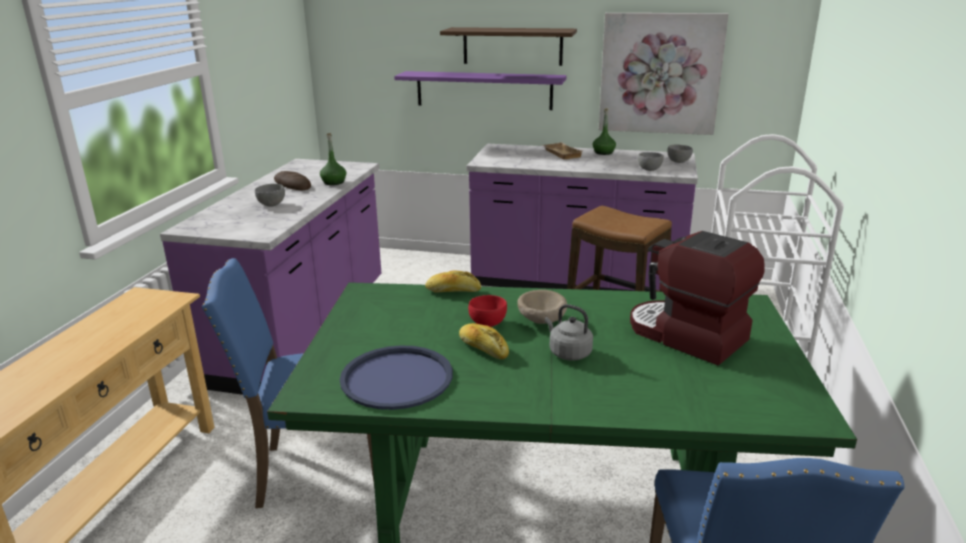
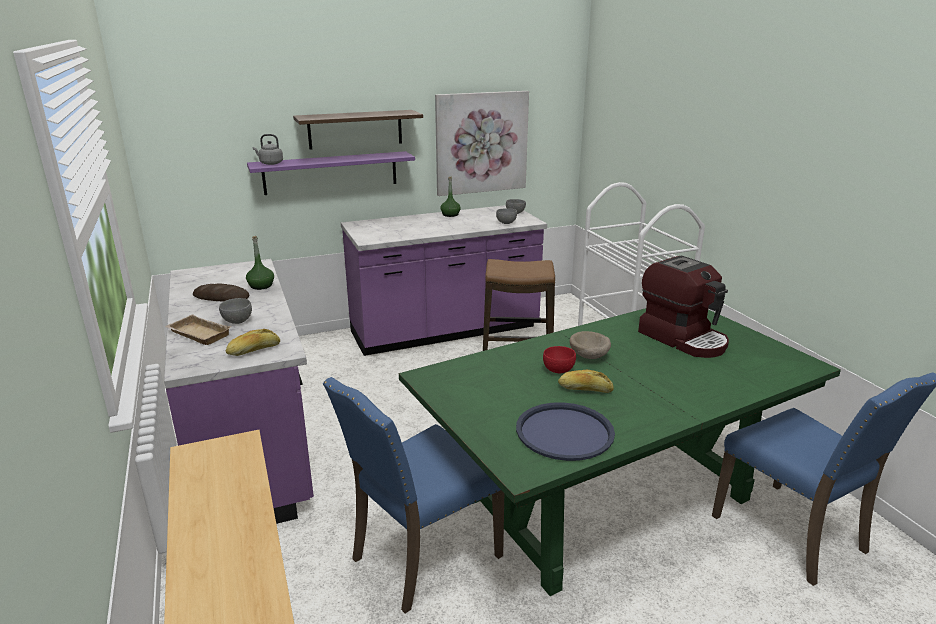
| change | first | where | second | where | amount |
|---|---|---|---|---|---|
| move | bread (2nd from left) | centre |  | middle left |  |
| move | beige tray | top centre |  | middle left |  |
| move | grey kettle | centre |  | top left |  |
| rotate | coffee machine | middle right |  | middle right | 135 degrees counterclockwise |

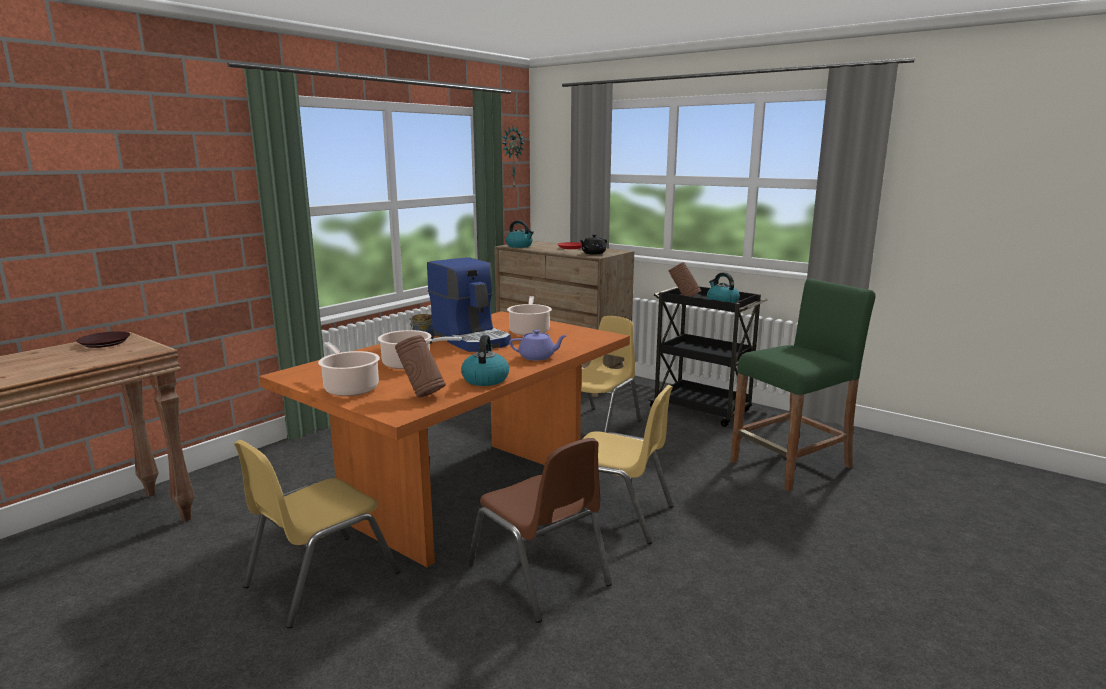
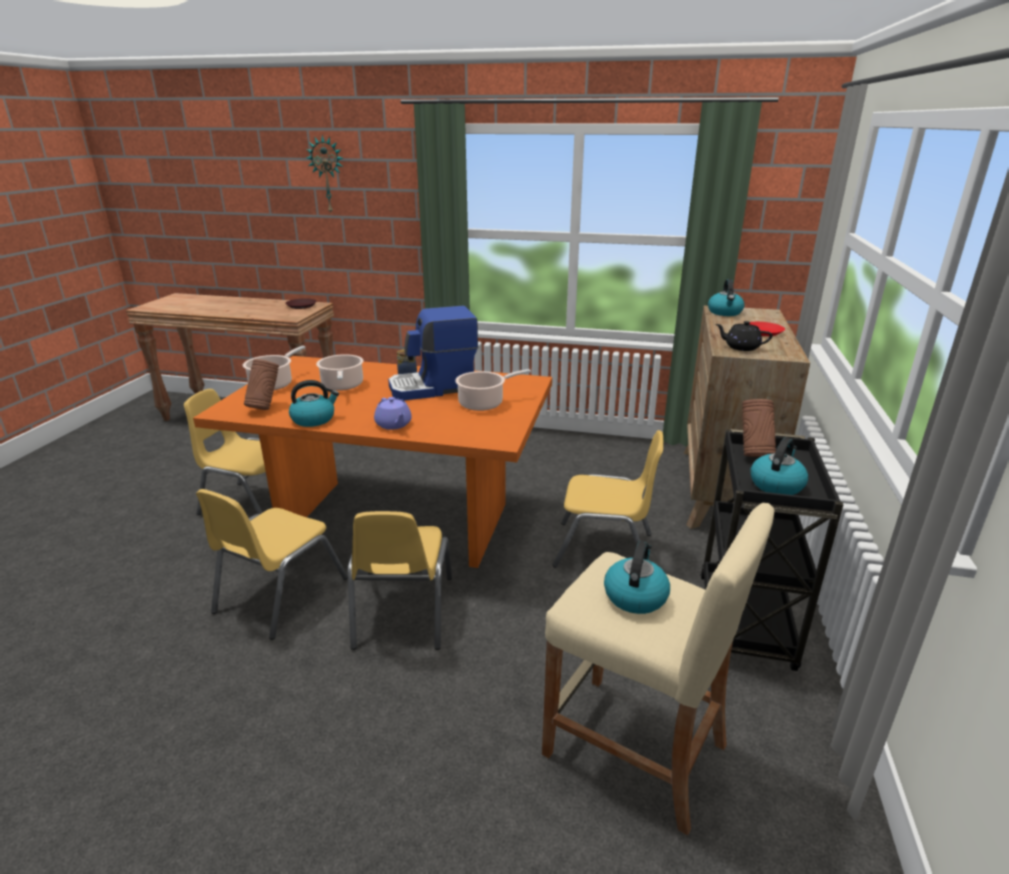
| change | first | where | second | where | amount |
|---|---|---|---|---|---|
| insert |  |  | kettle (2nd from left) | centre |  |
| move | wall clock | top centre |  | top left |  |
| recolor | brown chair | bottom centre | yellow chair (2nd from left) | middle left |  |
| recolor | green stool | middle right | beige stool | bottom centre |  |
| rotate | coffee machine | centre |  | centre | 45 degrees clockwise |

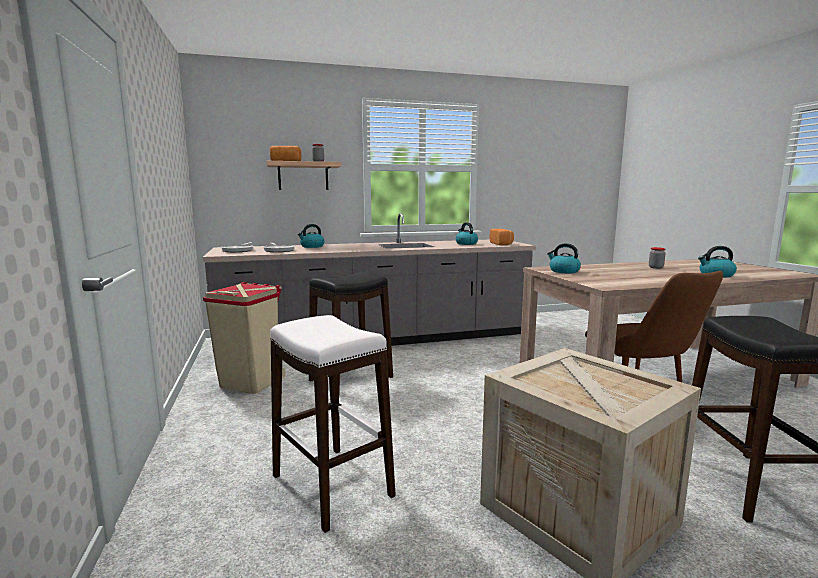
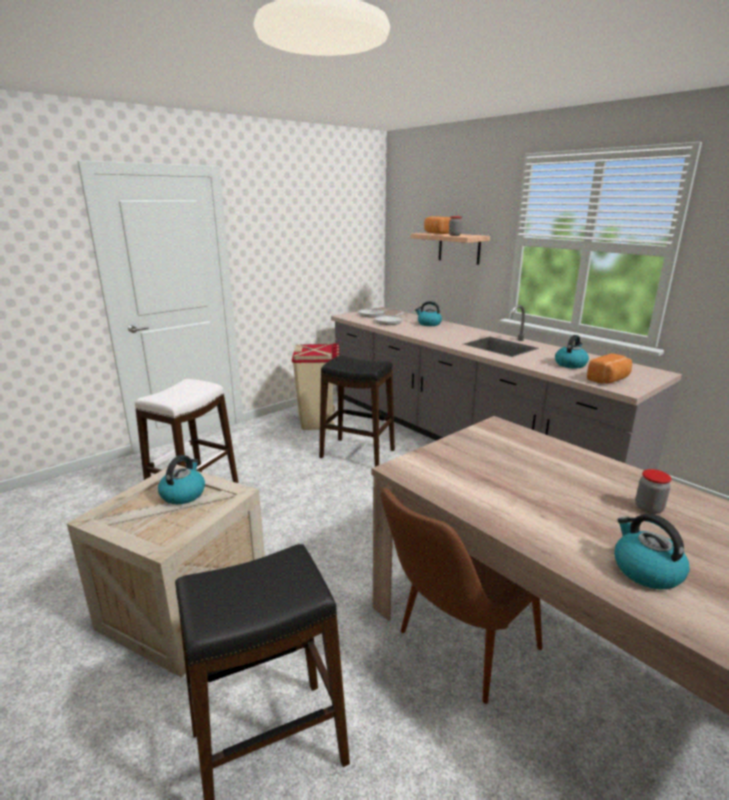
| change | first | where | second | where | amount |
|---|---|---|---|---|---|
| move | kettle (3rd from left in the first image) | middle right | kettle (1st from left) | middle left |  |

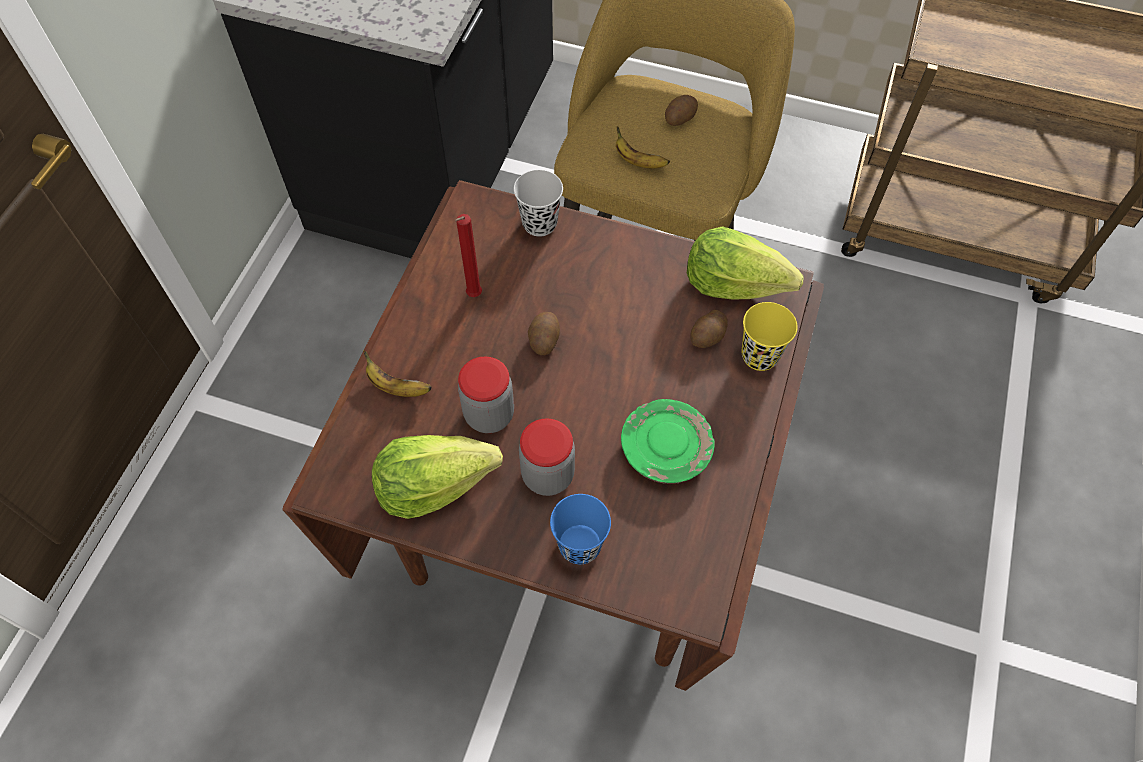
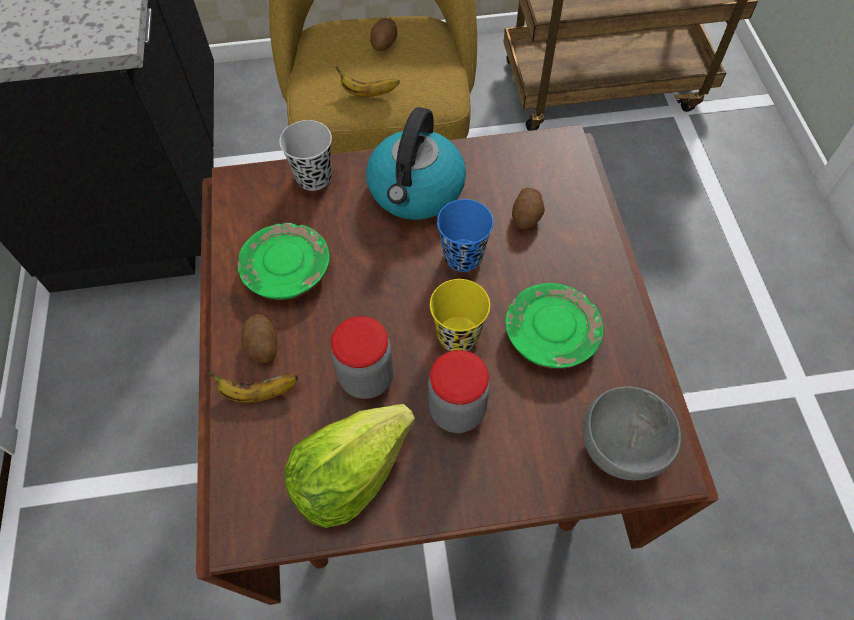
| change | first | where | second | where | amount |
|---|---|---|---|---|---|
| delete | lettuce (2nd from left) | centre |  |  |  |
| insert |  |  | kettle | top centre |  |
| insert |  |  | grey bowl | bottom right |  |
| move | potato (1st from left) | centre |  | middle left |  |
| move | blue cup | bottom centre |  | centre |  |
| move | yellow cup | middle right |  | centre |  |
| replace | red candle | centre | green plate (1st from left) | middle left |  |

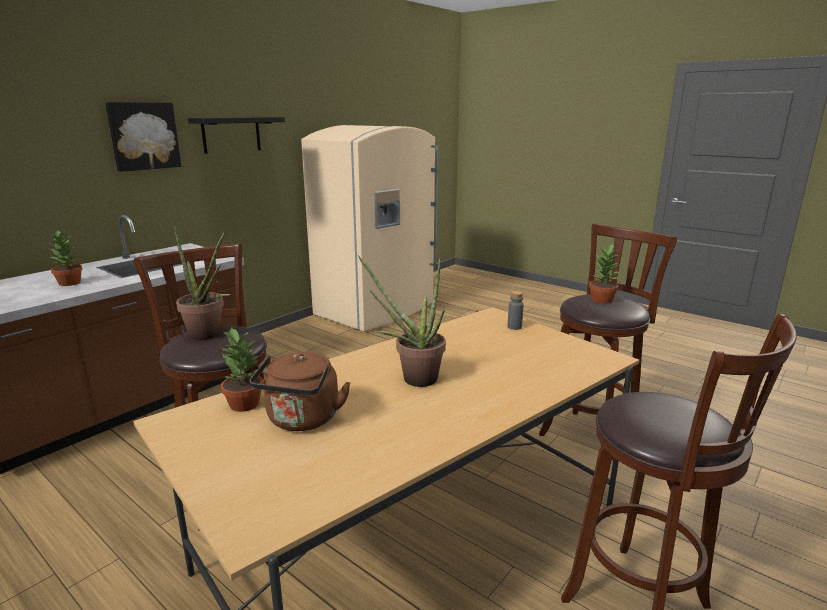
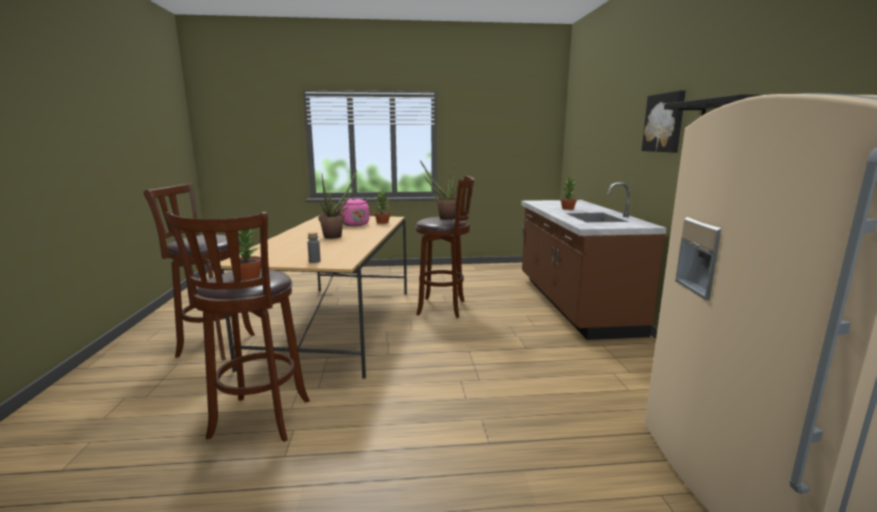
| change | first | where | second | where | amount |
|---|---|---|---|---|---|
| recolor | brown kettle | centre | pink kettle | centre |  |

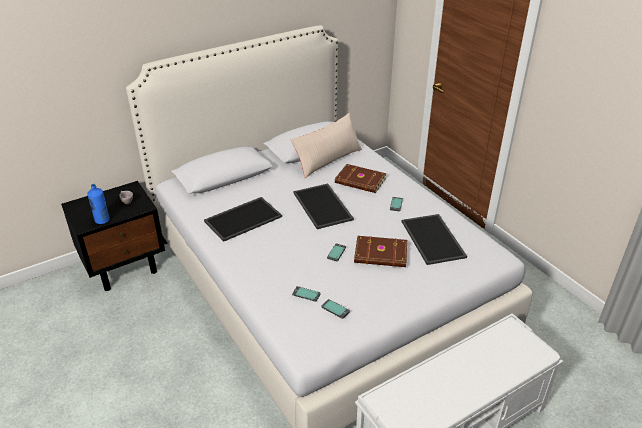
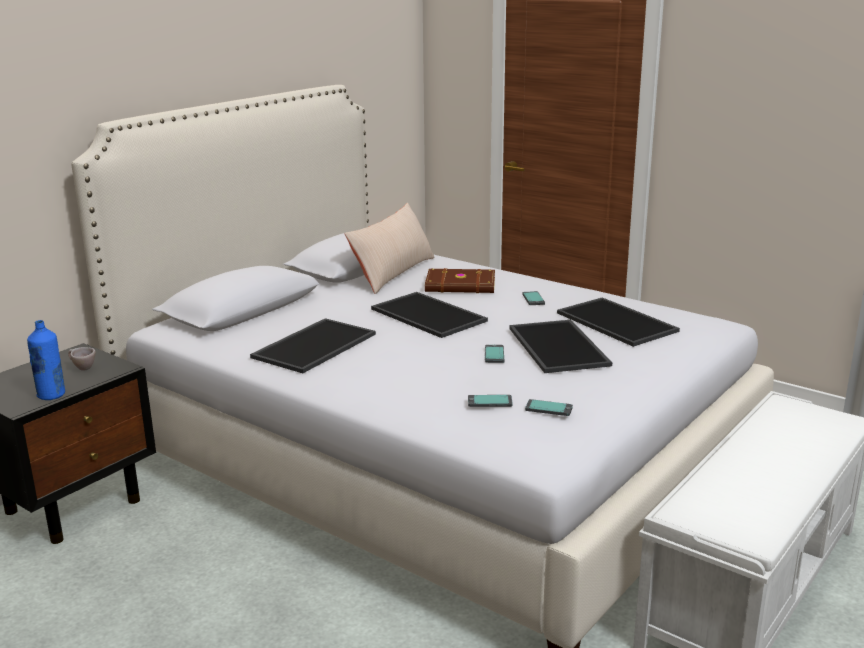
| change | first | where | second | where | amount |
|---|---|---|---|---|---|
| replace | brown book (2nd from left) | centre | tray (3rd from left) | centre |  |

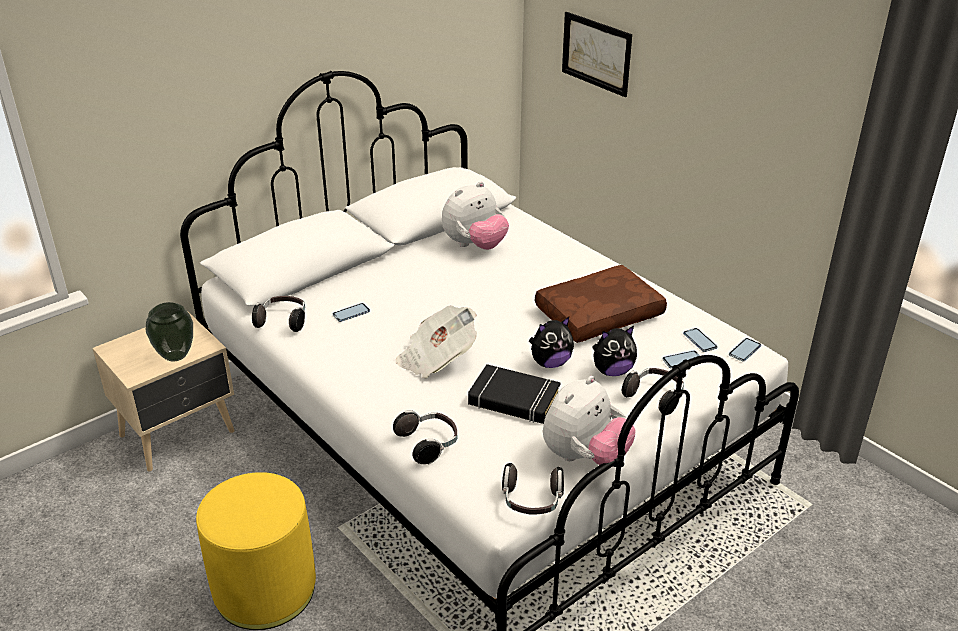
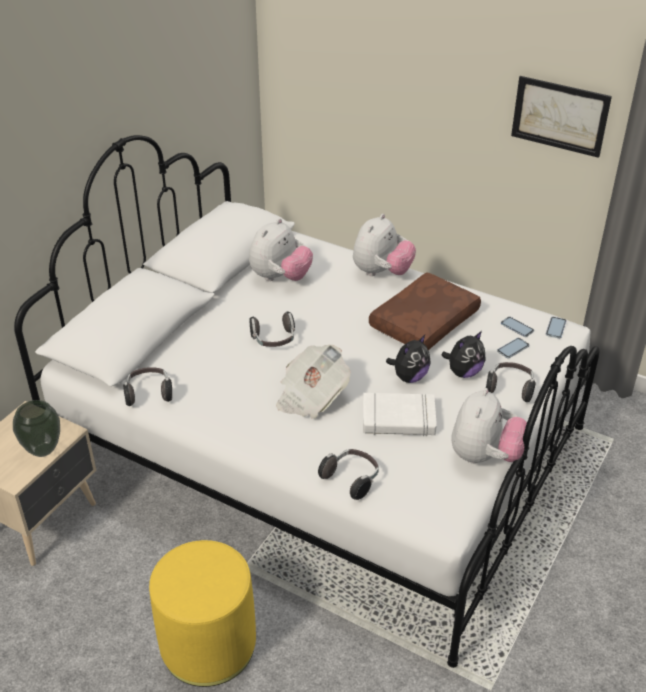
| change | first | where | second | where | amount |
|---|---|---|---|---|---|
| delete | phone (1st from left) | centre |  |  |  |
| insert |  |  | plush toy (2nd from left) | centre |  |
| move | headphones (3rd from left in the first image) | bottom centre | headphones (2nd from left) | centre |  |
| move | picture | top centre |  | top right |  |
| recolor | black book | centre | white book | centre |  |

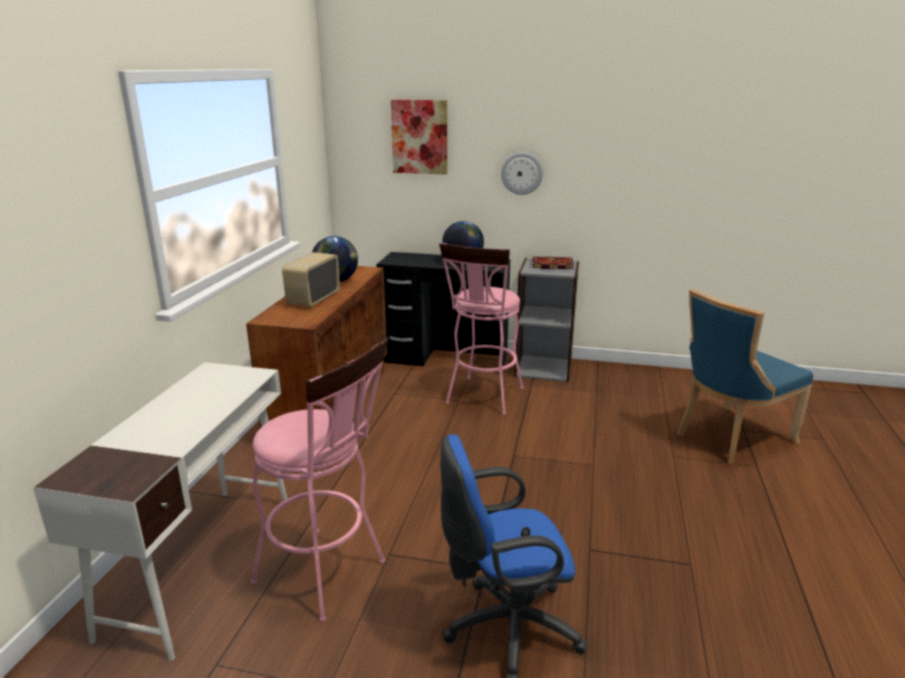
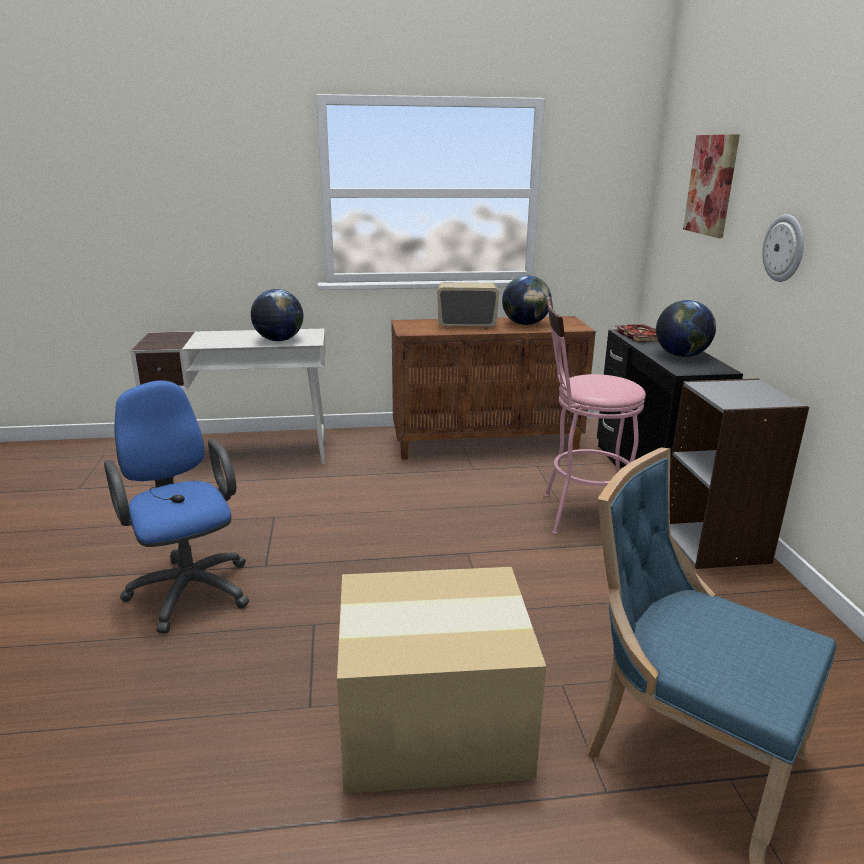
| change | first | where | second | where | amount |
|---|---|---|---|---|---|
| delete | pink stool (1st from left) | bottom centre |  |  |  |
| insert |  |  | globe (1st from left) | middle left |  |
| insert |  |  | cardboard box | bottom centre |  |
| move | book | centre |  | middle right |  |

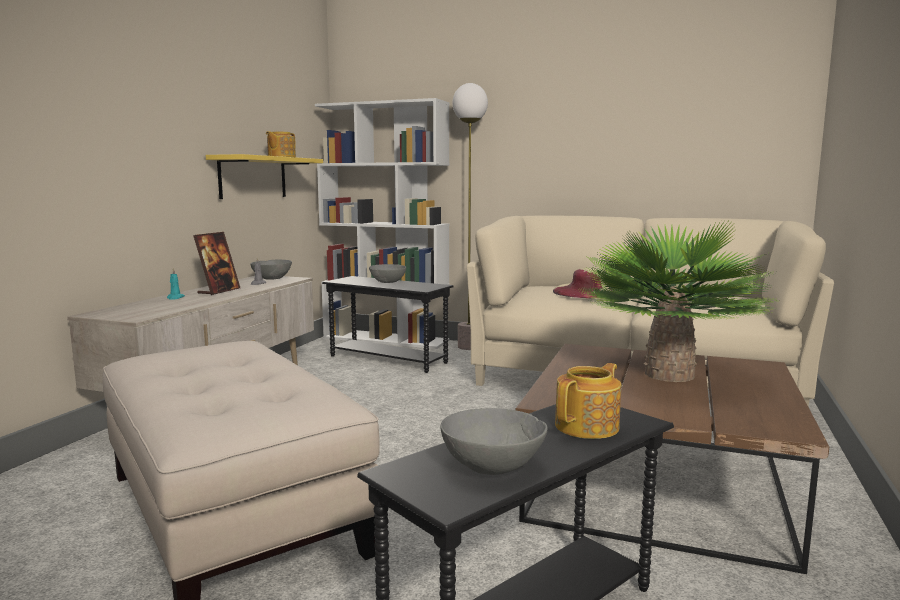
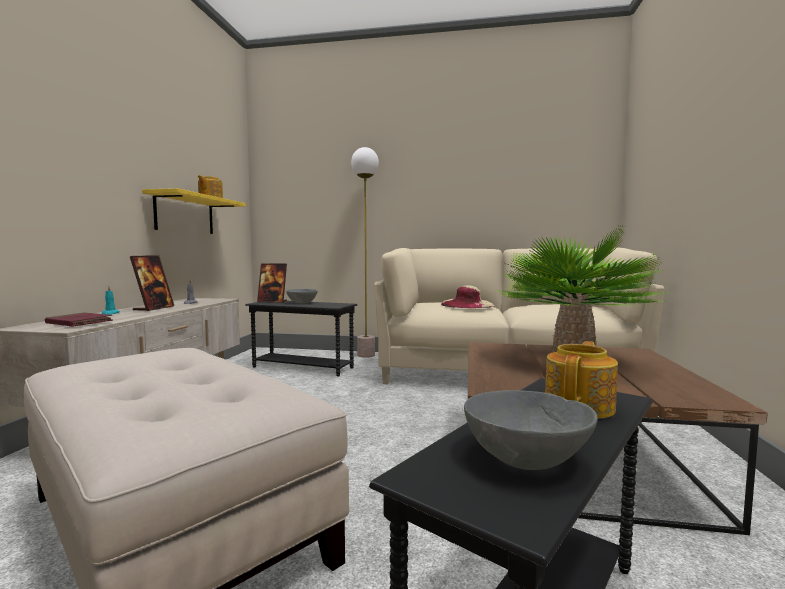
| change | first | where | second | where | amount |
|---|---|---|---|---|---|
| delete | grey bowl (1st from left) | middle left |  |  |  |
| delete | white bookcase | centre |  |  |  |
| insert |  |  | red book | middle left |  |
| insert |  |  | picture frame (2nd from left) | centre |  |

